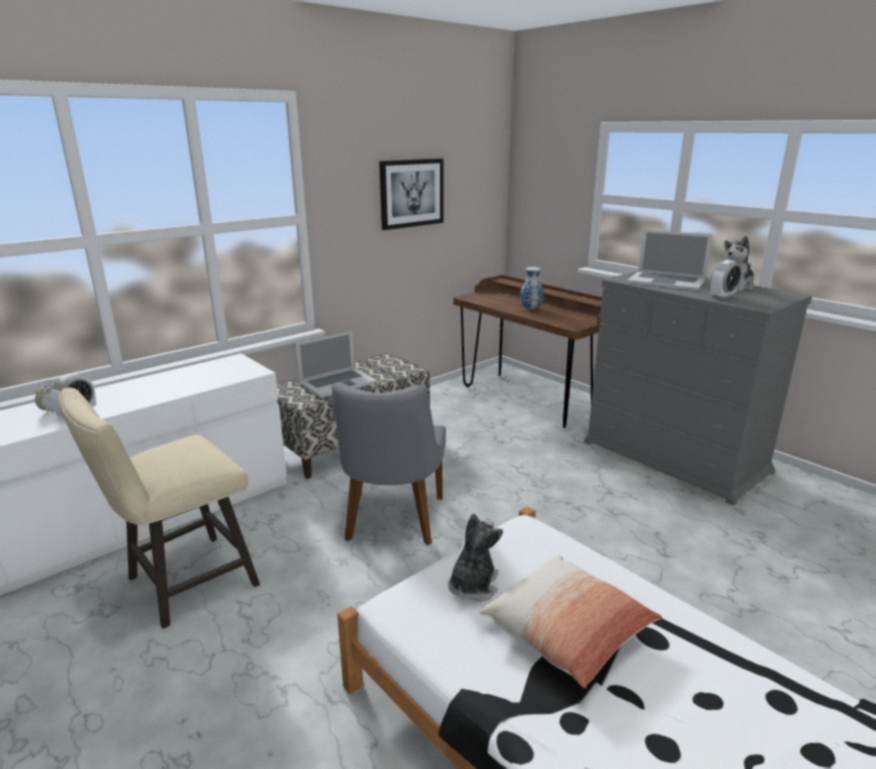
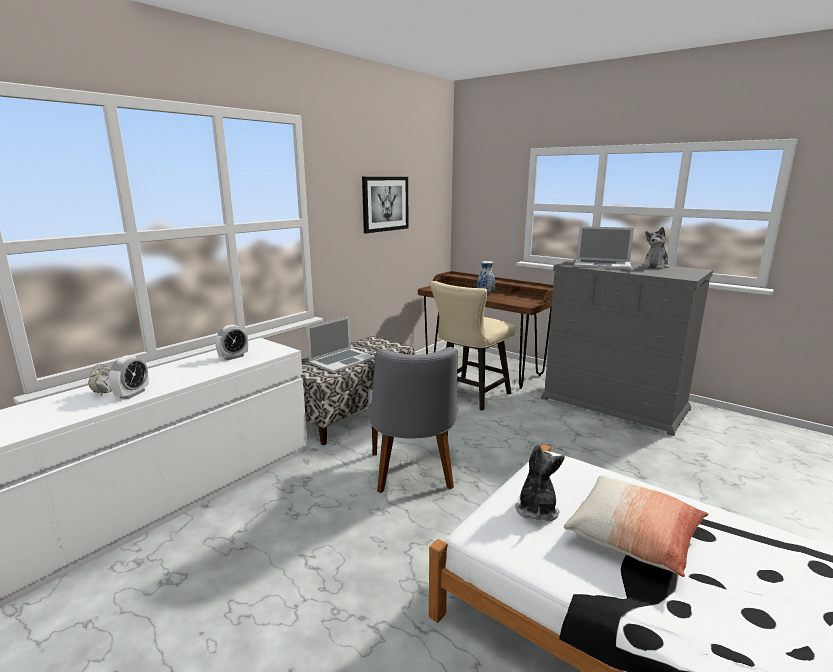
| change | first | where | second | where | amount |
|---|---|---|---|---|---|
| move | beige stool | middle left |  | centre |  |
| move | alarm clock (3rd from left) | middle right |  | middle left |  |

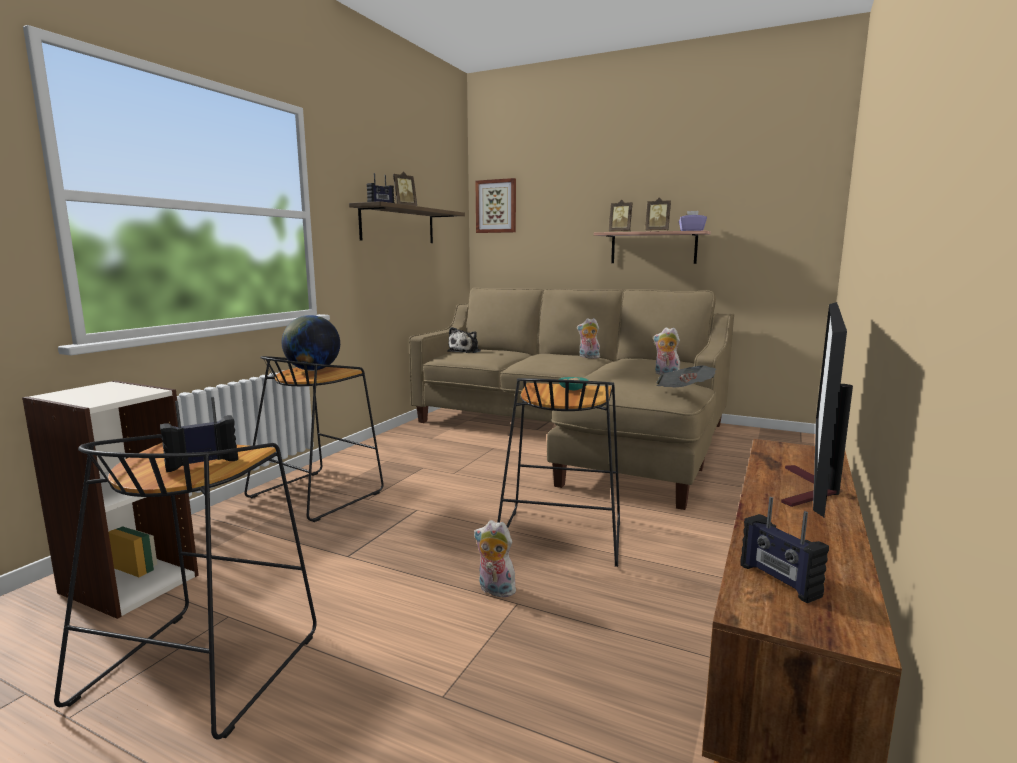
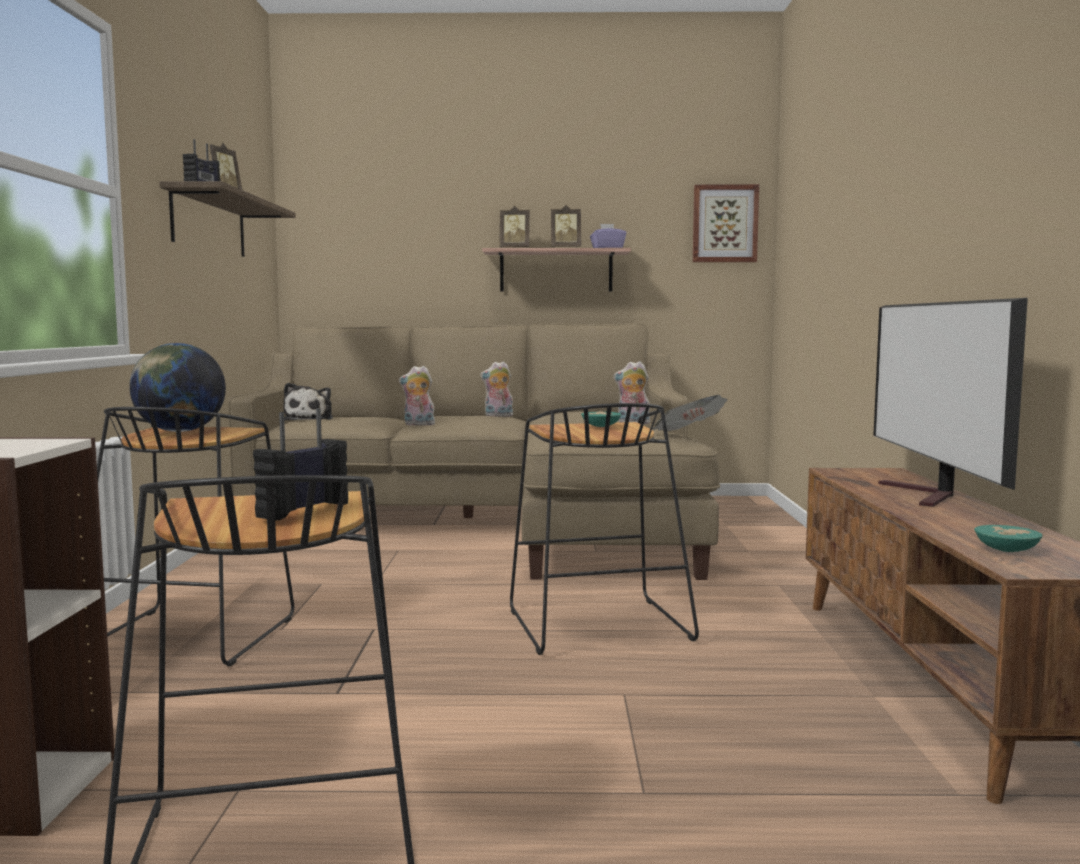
| change | first | where | second | where | amount |
|---|---|---|---|---|---|
| move | plush toy (2nd from left) | bottom centre |  | centre |  |
| move | picture | top centre |  | top right |  |
| replace | radio (3rd from left) | bottom right | turquoise bowl (2nd from left) | middle right |  |

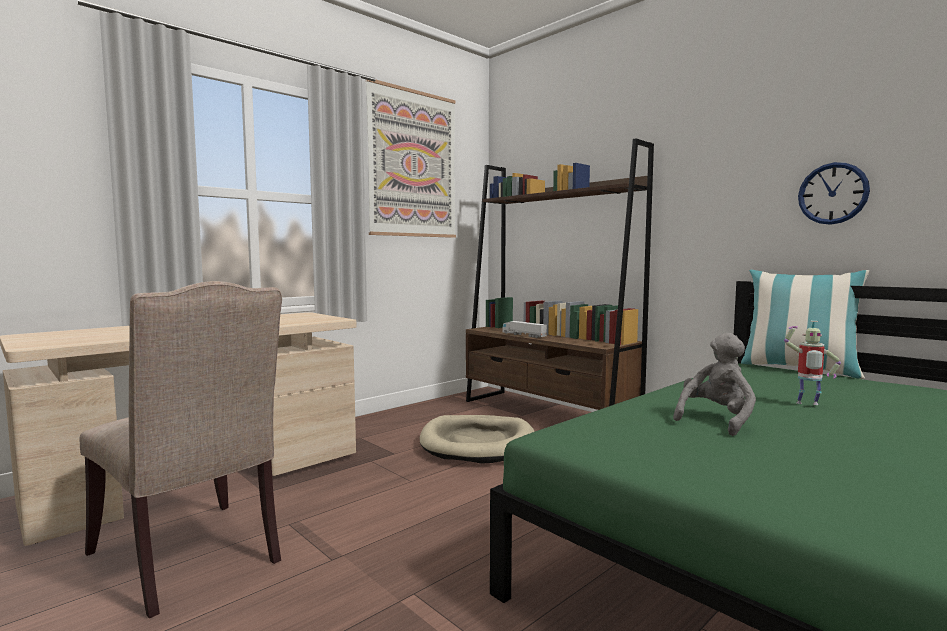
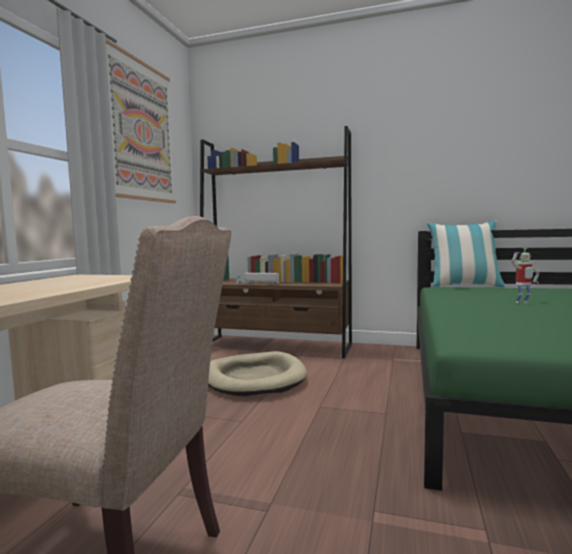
| change | first | where | second | where | amount |
|---|---|---|---|---|---|
| delete | grey plush toy | middle right |  |  |  |
| delete | wall clock | top right |  |  |  |

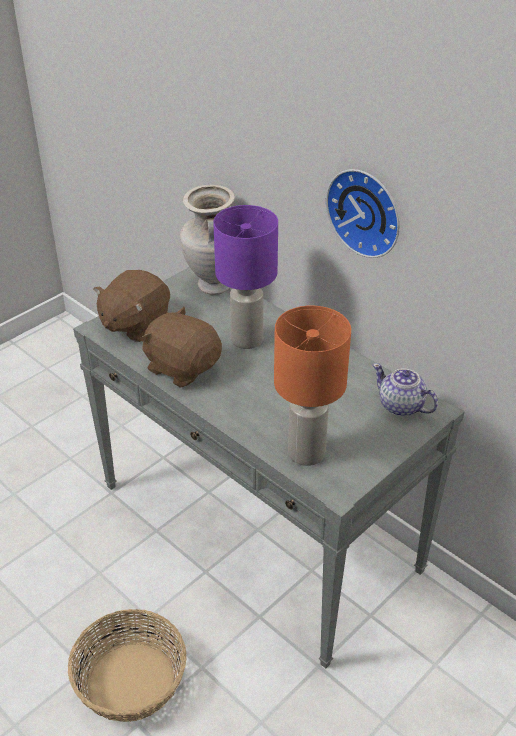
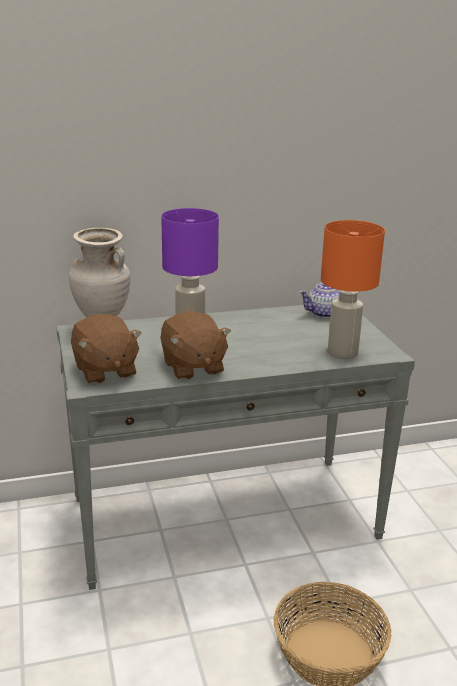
| change | first | where | second | where | amount |
|---|---|---|---|---|---|
| delete | wall clock | top right |  |  |  |
| rotate | brown plush toy (2nd from left) | centre |  | centre | 90 degrees counterclockwise |

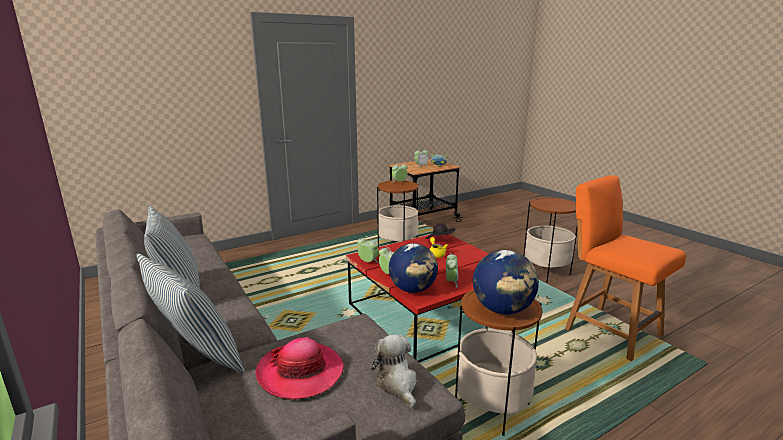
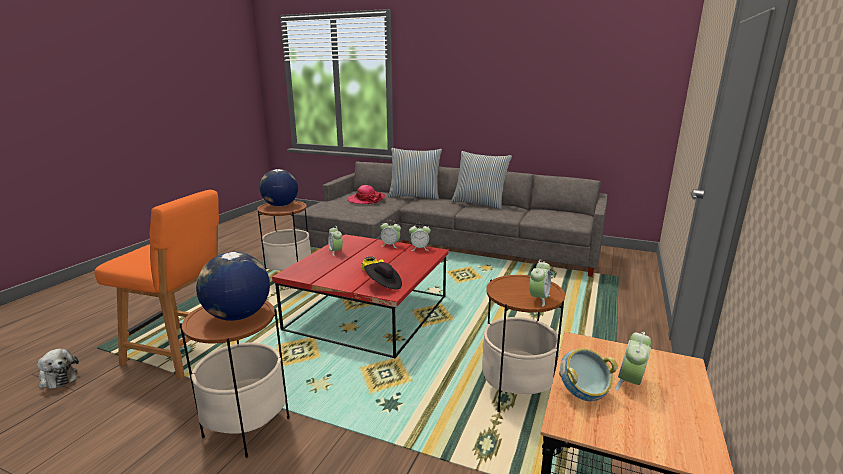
| change | first | where | second | where | amount |
|---|---|---|---|---|---|
| move | plush toy | bottom centre |  | bottom left |  |
| move | globe (1st from left) | centre |  | middle left |  |

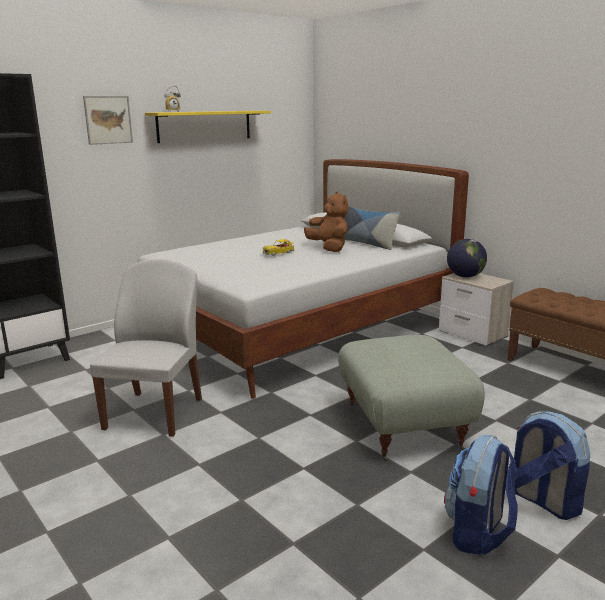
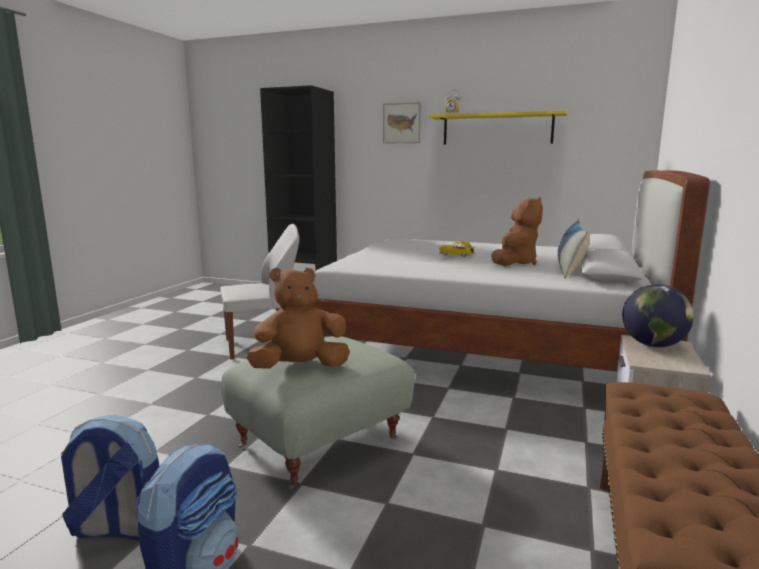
| change | first | where | second | where | amount |
|---|---|---|---|---|---|
| insert |  |  | brown plush toy (1st from left) | centre |  |

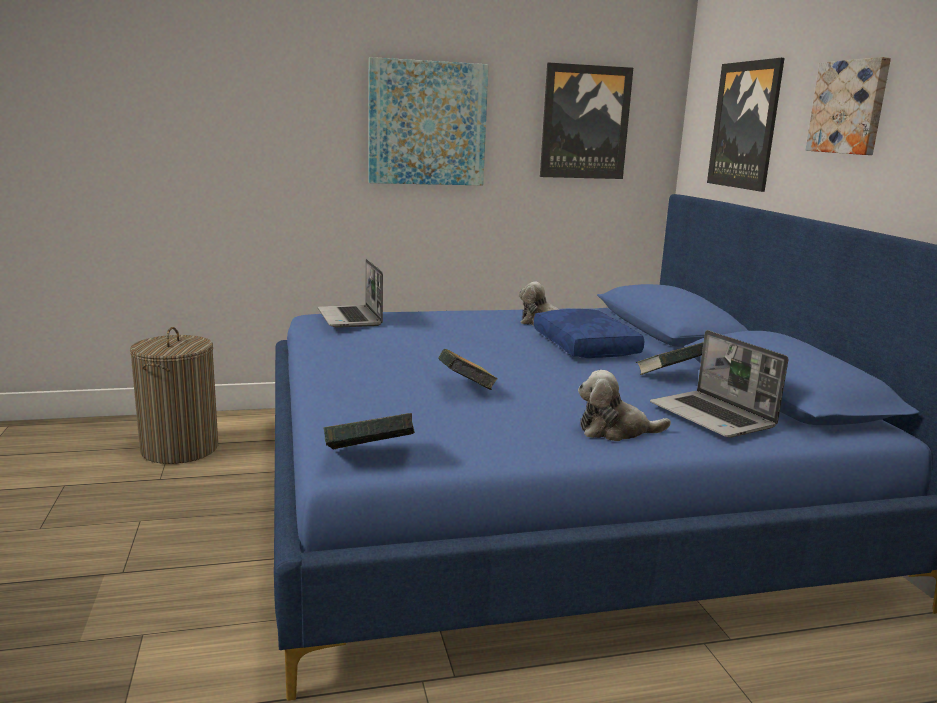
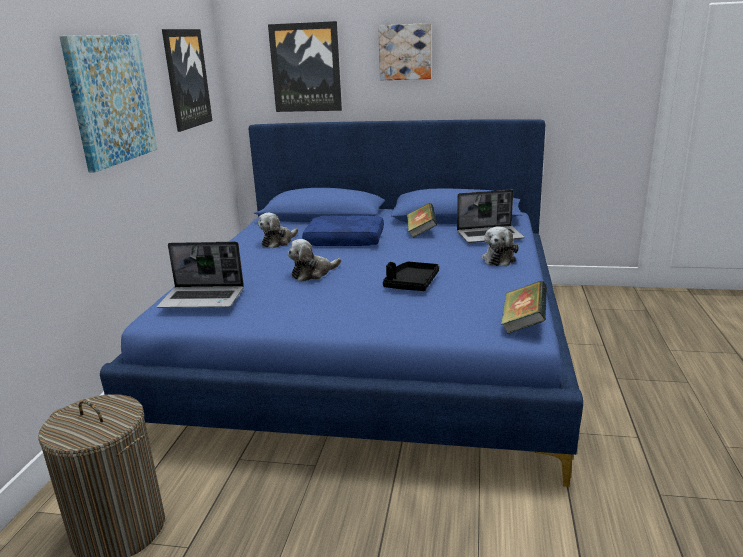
| change | first | where | second | where | amount |
|---|---|---|---|---|---|
| insert |  |  | plush toy (2nd from left) | centre |  |
| replace | book (2nd from left) | centre | black tray | centre |  |

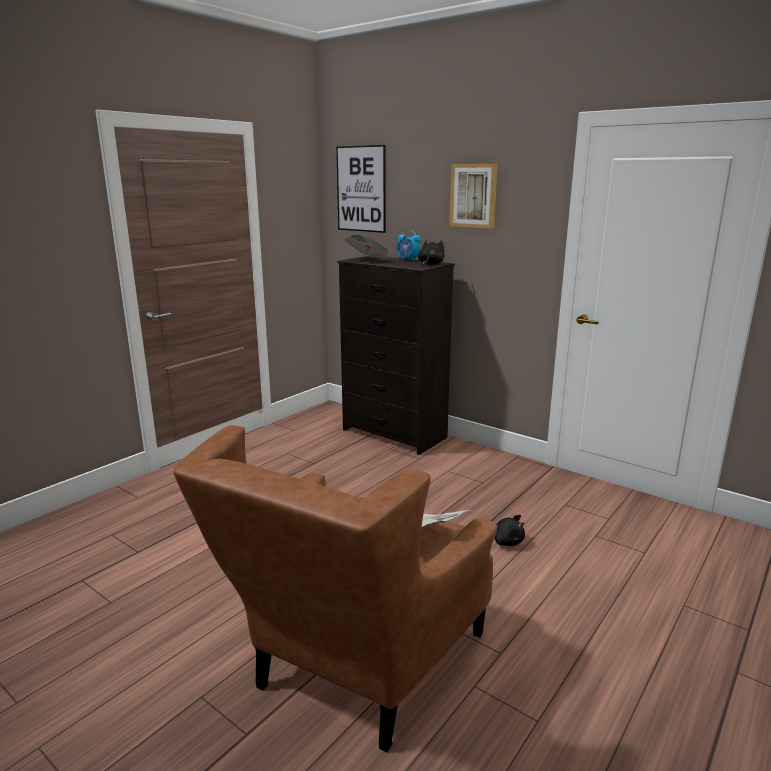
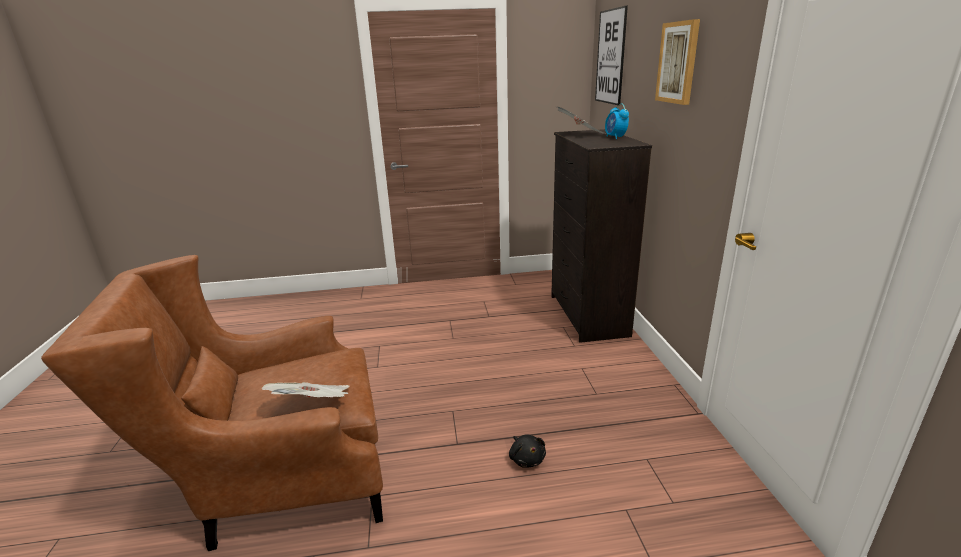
| change | first | where | second | where | amount |
|---|---|---|---|---|---|
| delete | black plush toy (1st from left) | top centre |  |  |  |

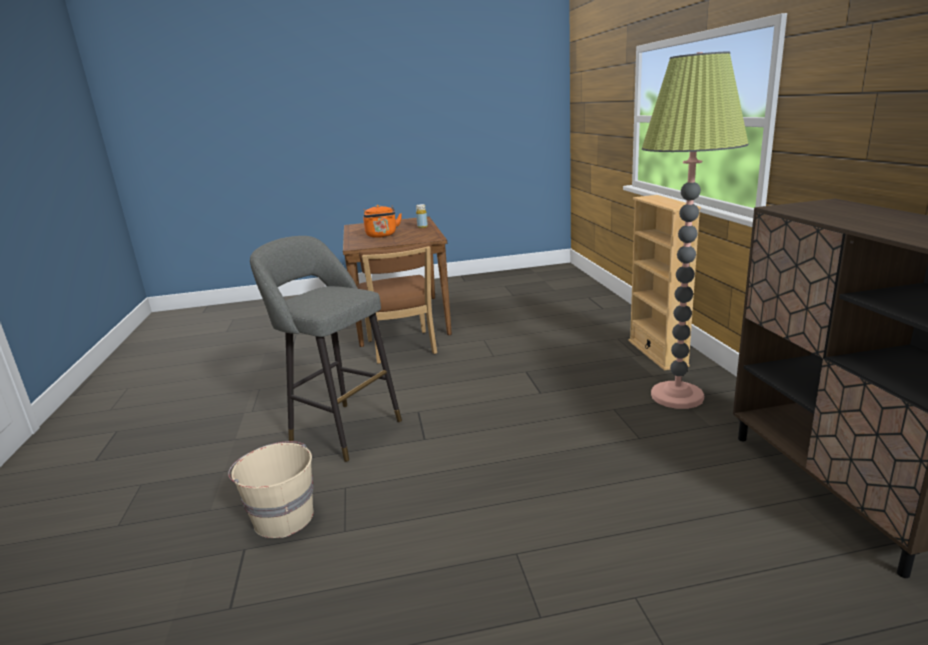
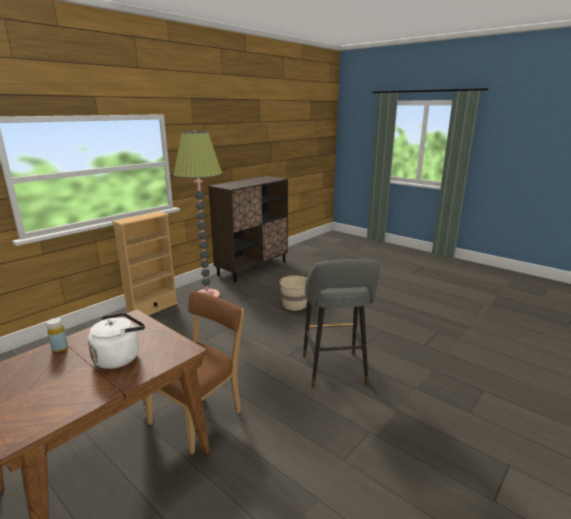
| change | first | where | second | where | amount |
|---|---|---|---|---|---|
| move | beige bucket | bottom left |  | centre |  |
| recolor | orange kettle | centre | white kettle | middle left |  |

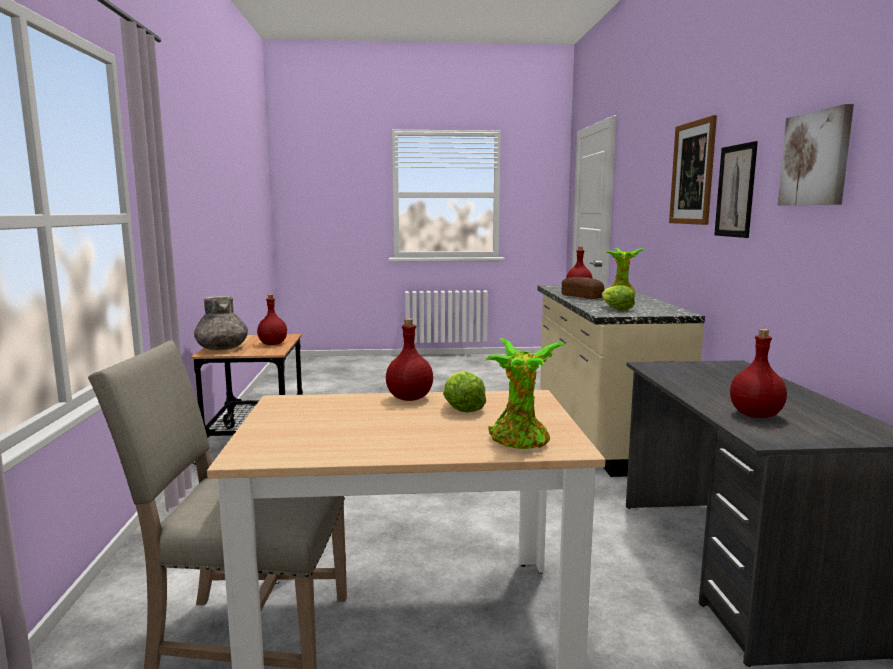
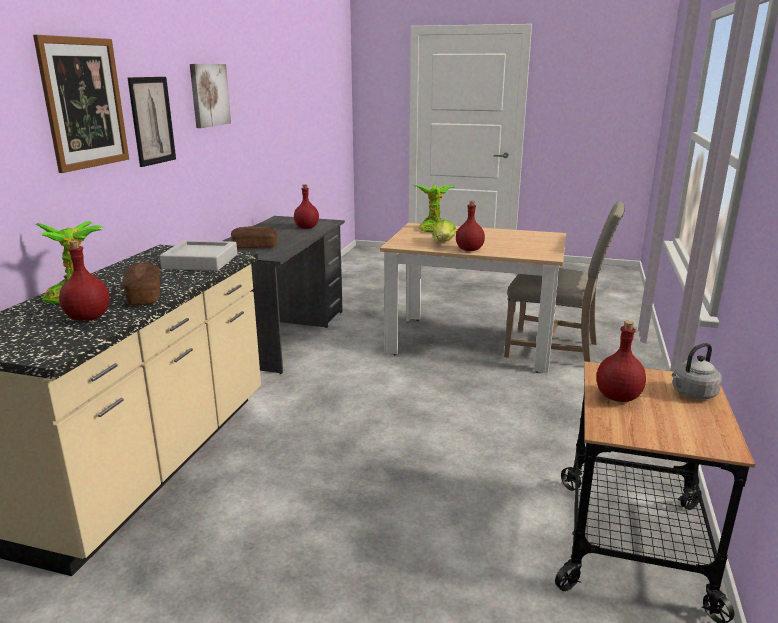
| change | first | where | second | where | amount |
|---|---|---|---|---|---|
| insert |  |  | bread (2nd from left) | middle left |  |
| replace | grey vase | middle left | grey kettle | middle right |  |
| replace | lettuce (2nd from left) | middle right | grey tray | middle left |  |

